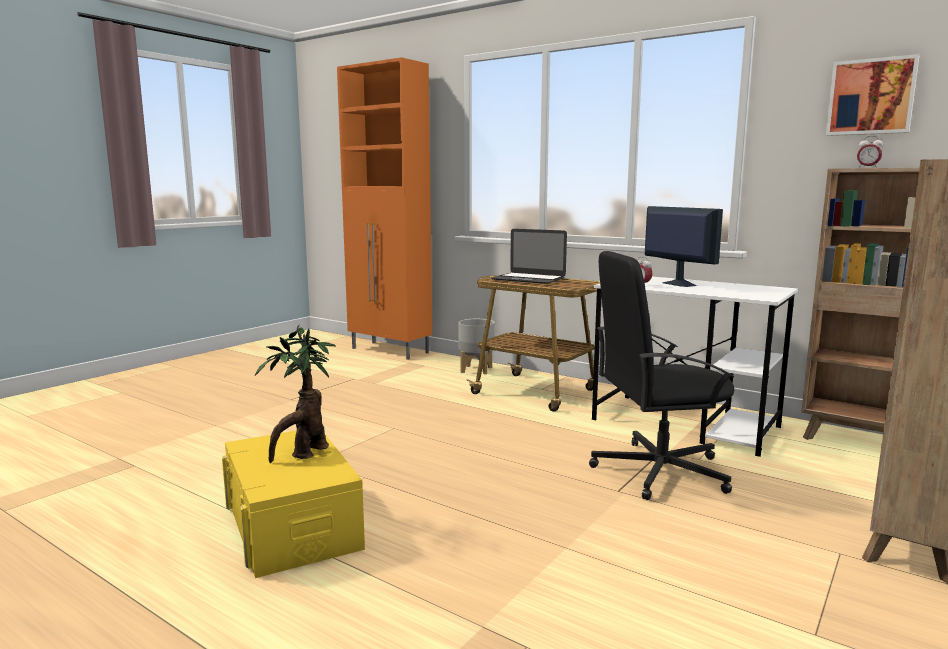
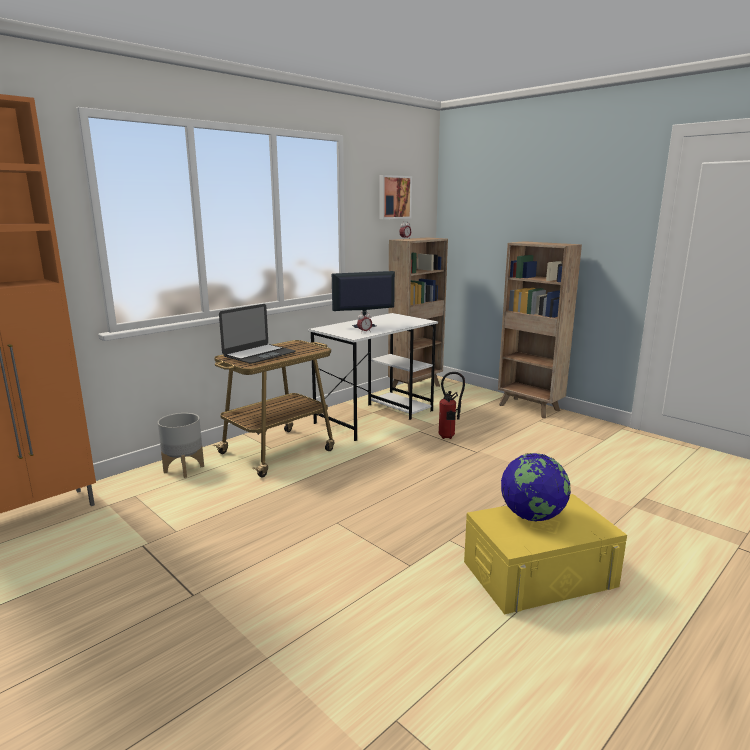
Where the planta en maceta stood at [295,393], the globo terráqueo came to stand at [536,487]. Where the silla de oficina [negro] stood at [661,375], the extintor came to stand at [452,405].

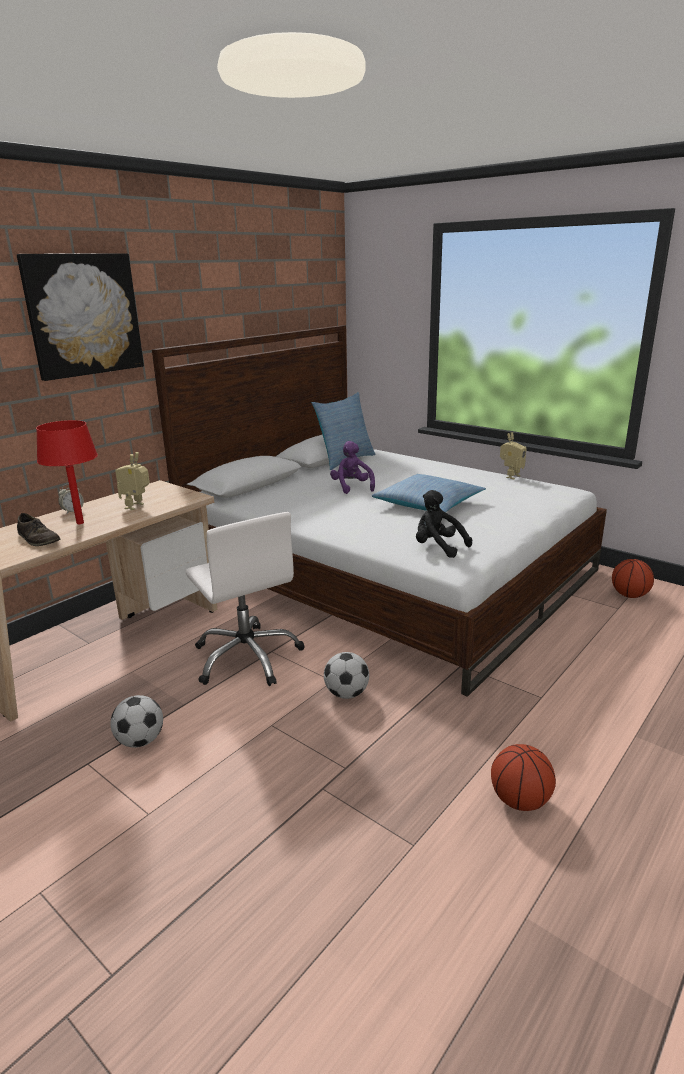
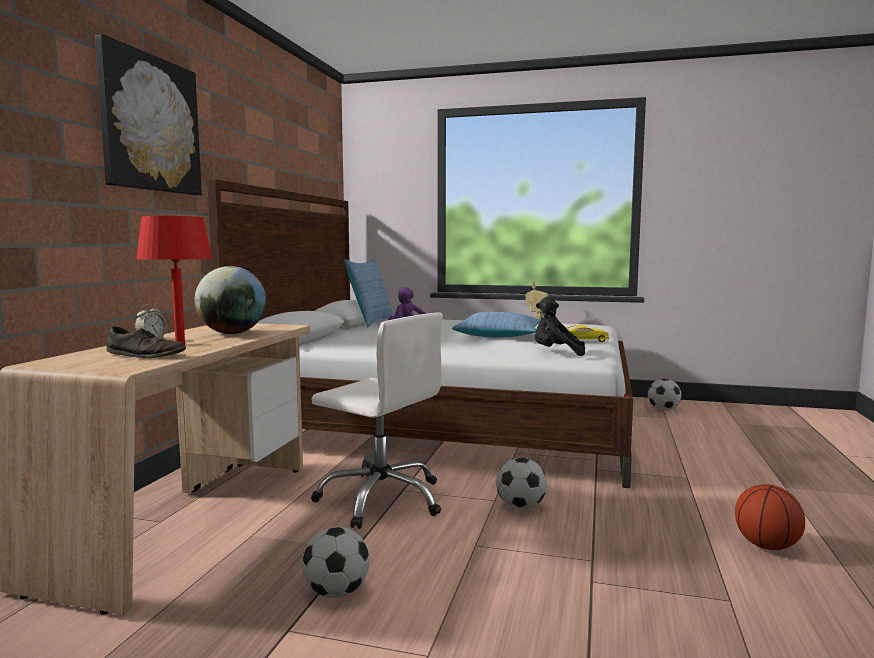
The second view gained the coche de juguete [amarillo] at [587,333]. Where the robot de juguete stood at [132,481], the globo terráqueo came to stand at [230,300]. Where the balón de baloncesto stood at [633,578], the balón de fútbol came to stand at [664,394].

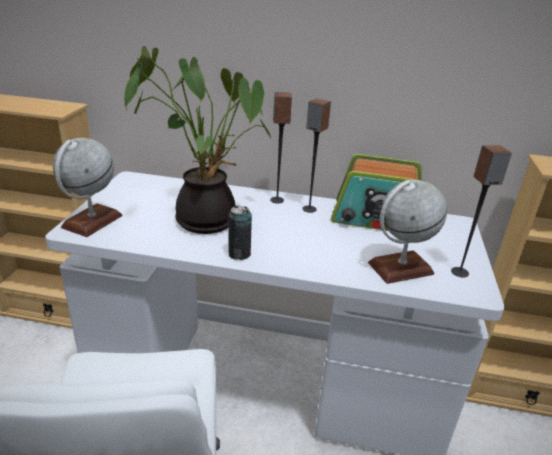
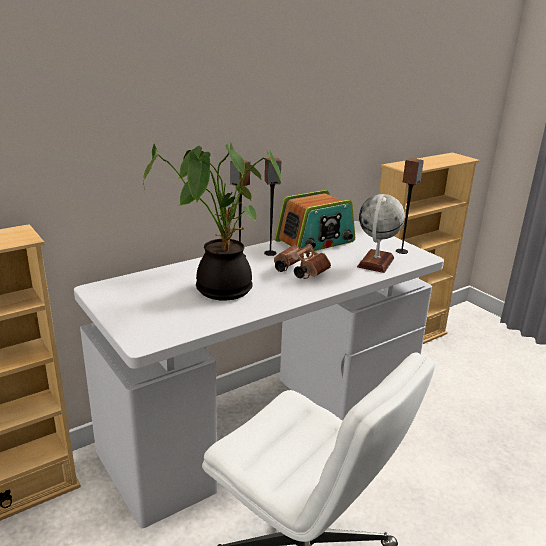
The second view lost the globo terráqueo at [87,187]. The second view lost the lata at [240,232]. The second view gained the prismáticos [marrón] at [302,261].

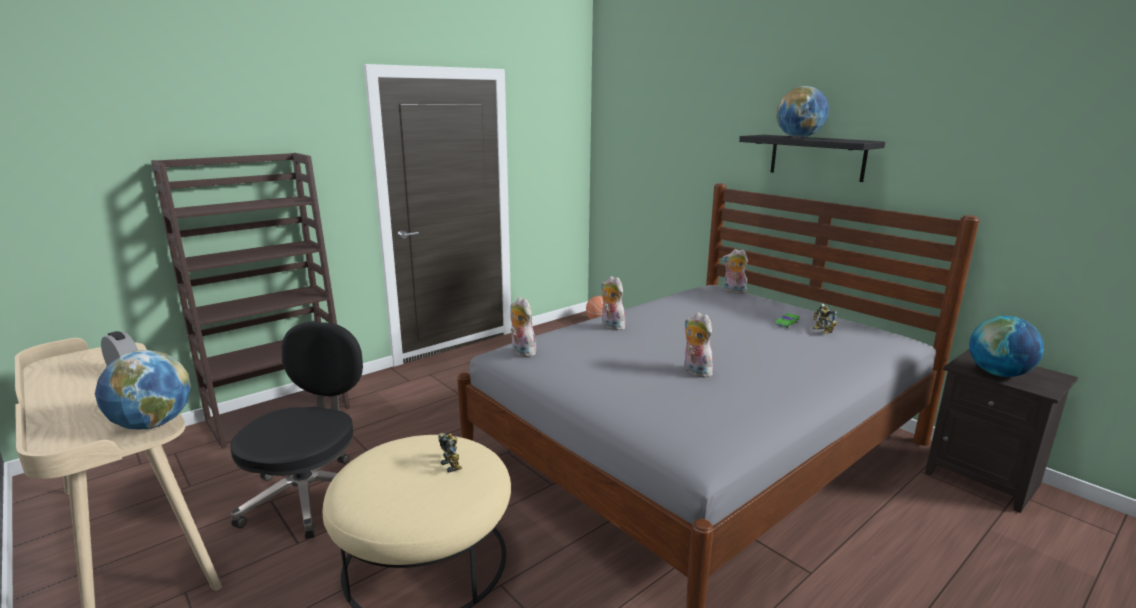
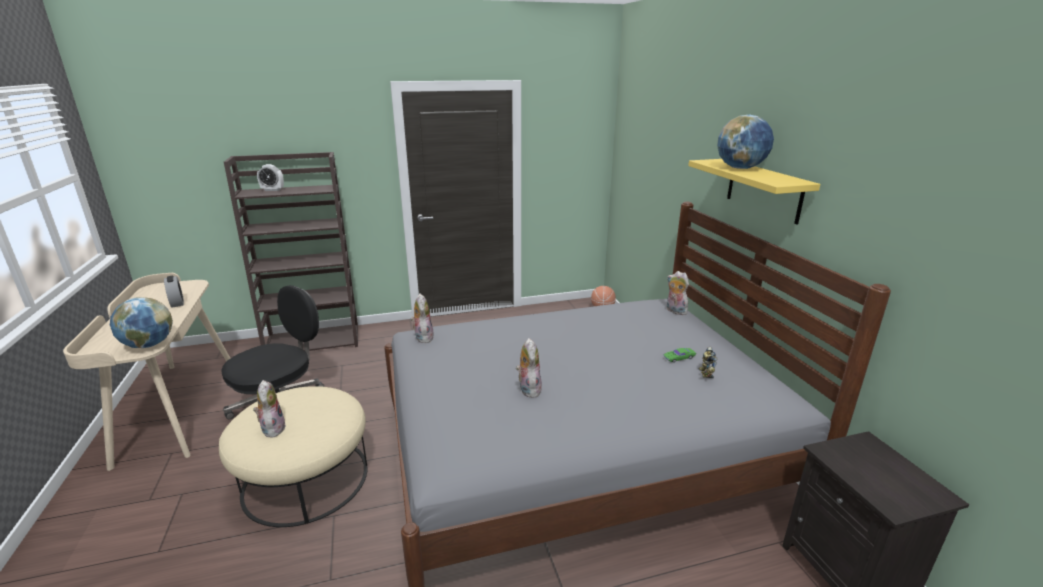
The second view lost the robot de juguete at [450,453]. The second view lost the globo terráqueo at [1006,346]. The second view gained the despertador at [270,177]. The peluche ended up elsewhere, having gone from [613,303] to [269,409]. What was the estante [negro] at [812,158] turned into the estante [amarillo] at [754,191].

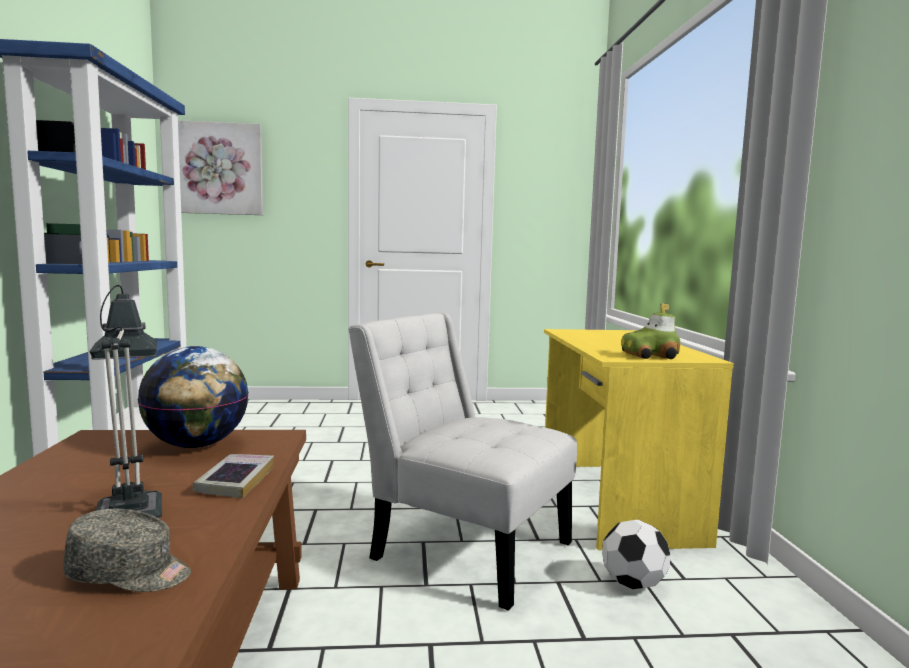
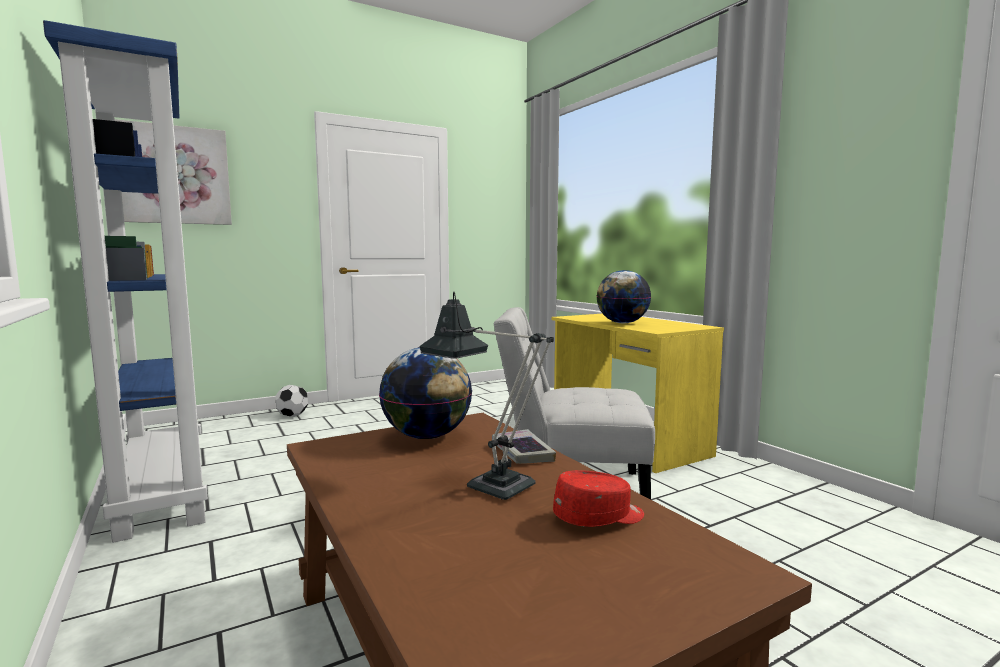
The second view lost the coche de juguete at [650,331]. The second view gained the globo terráqueo at [623,296]. The balón de fútbol ended up elsewhere, having gone from [636,554] to [292,401]. What was the gorra [gris] at [127,550] turned into the gorra [rojo] at [598,498].

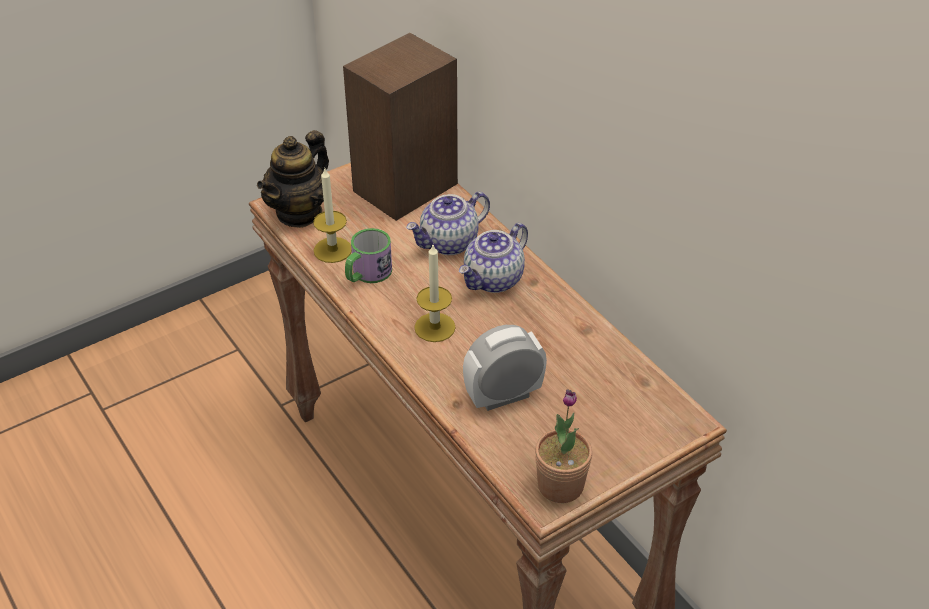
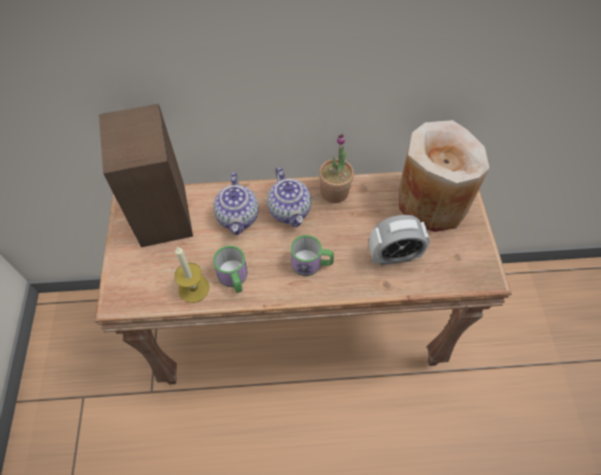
The second view lost the tetera at [293,179]. The second view gained the florero [beis] at [443,176]. The planta en maceta ended up elsewhere, having gone from [563,446] to [336,168]. Where the vela stood at [435,293], the taza grande came to stand at [312,255]. The despertador at [505,368] ended up facing another way, 105 degrees counterclockwise from before.

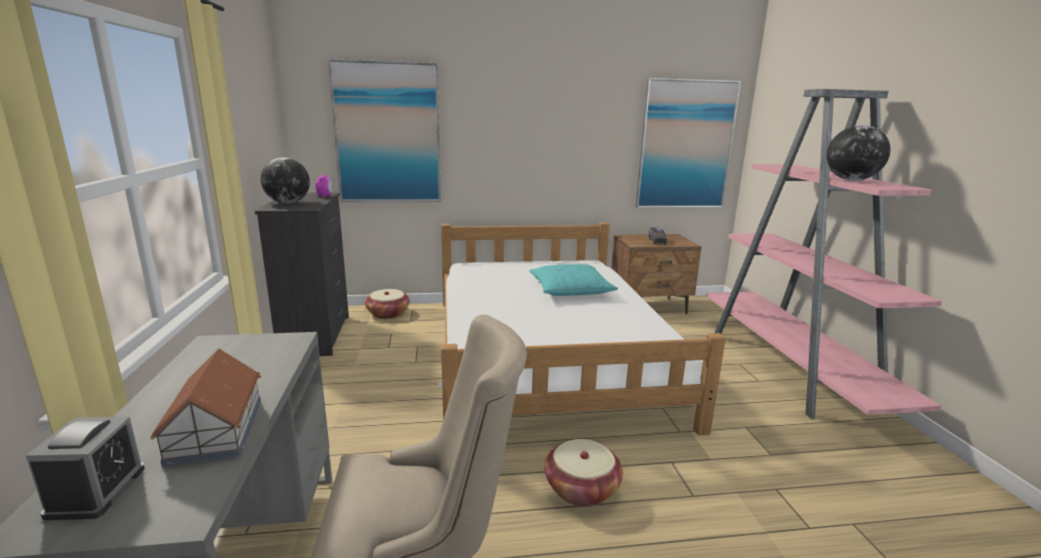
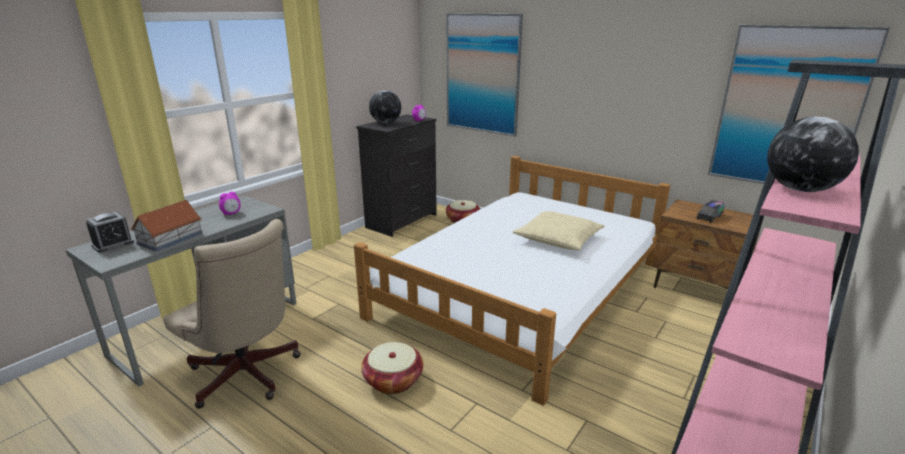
The second view gained the despertador at [230,203]. What was the cojín [turquesa] at [573,280] turned into the cojín [beis] at [559,230].

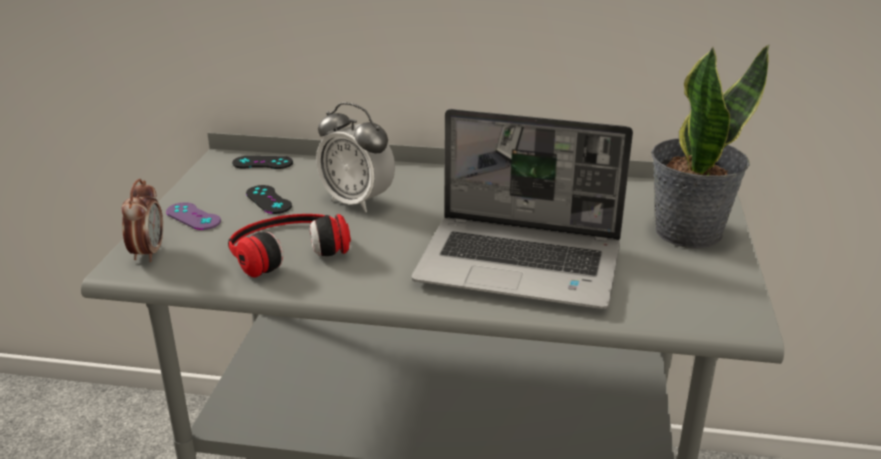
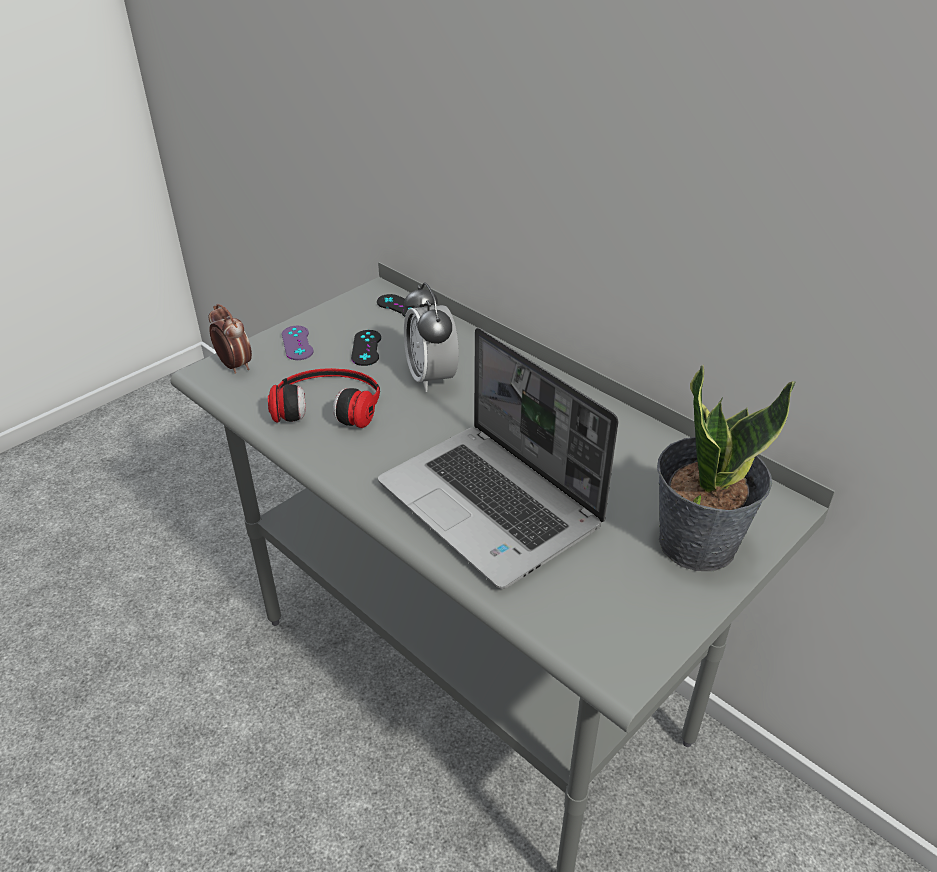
The despertador at [142,220] ended up facing another way, 75 degrees counterclockwise from before.

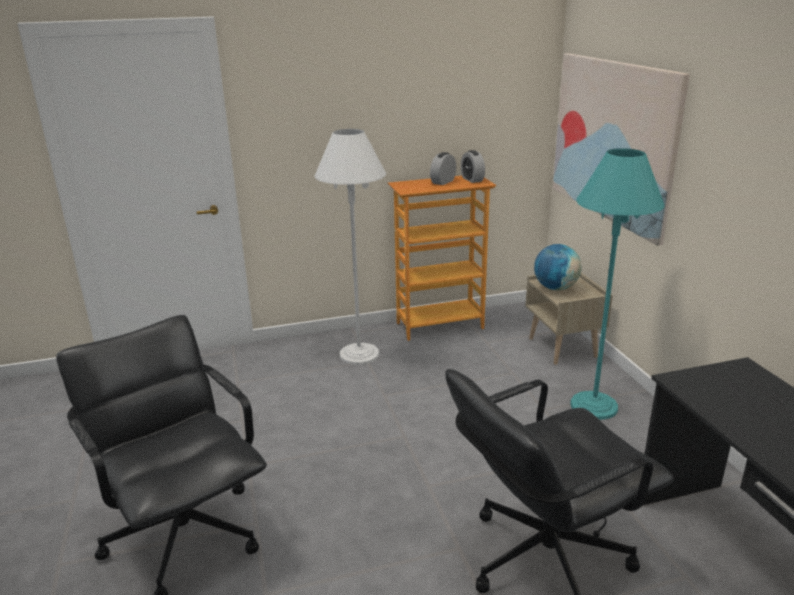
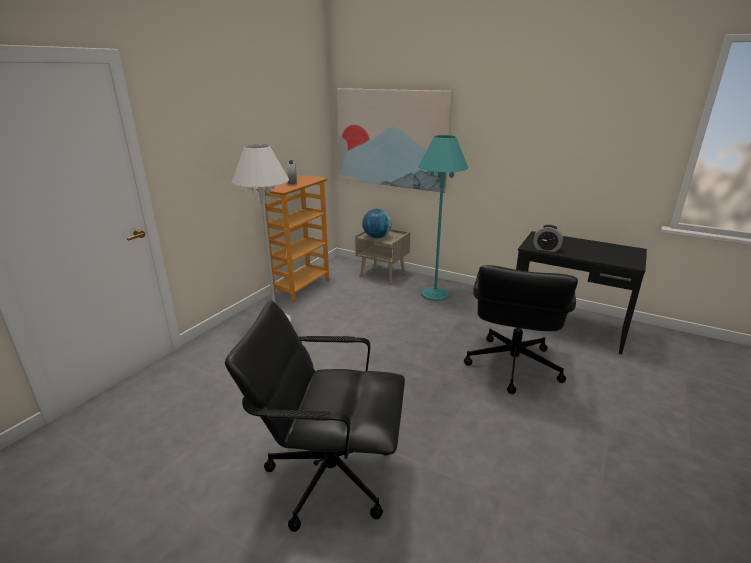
The despertador ended up elsewhere, having gone from [473,166] to [548,238].

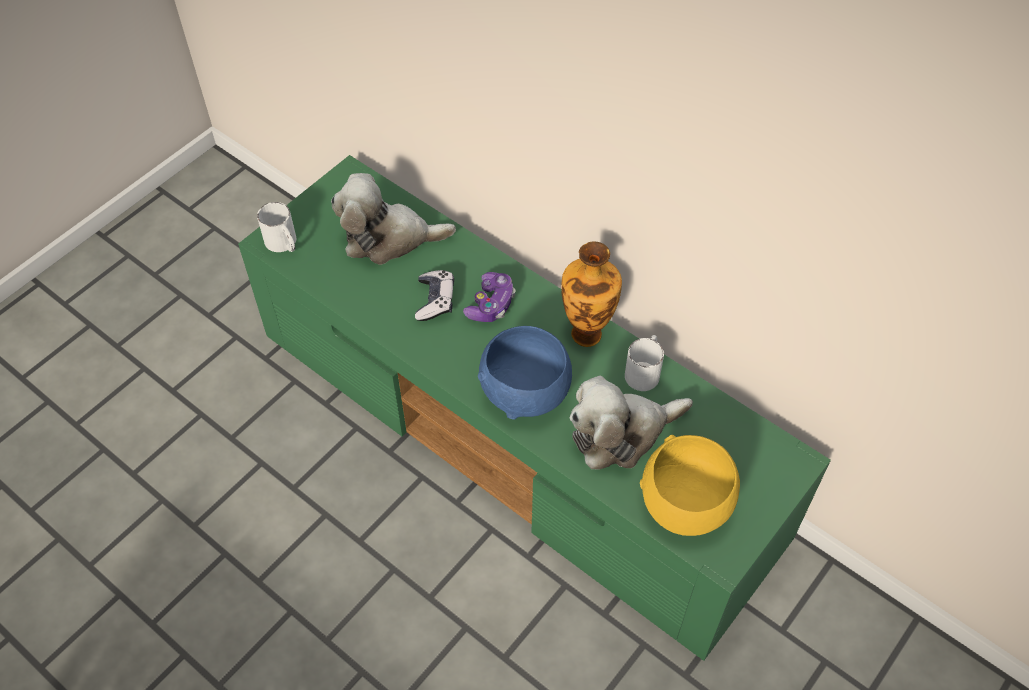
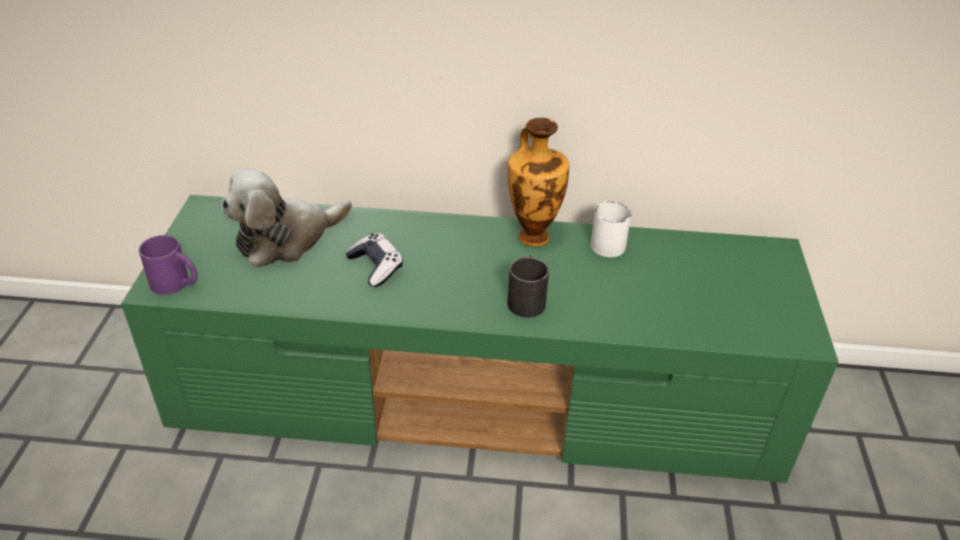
The second view lost the mando de consola at [489,297]. The second view lost the peluche at [631,423]. The second view lost the cuenco [amarillo] at [690,485]. Where the cuenco [azul] stood at [525,373], the taza grande [negro] came to stand at [528,287]. What was the taza grande [blanco] at [276,227] turned into the taza grande [morado] at [168,265].

